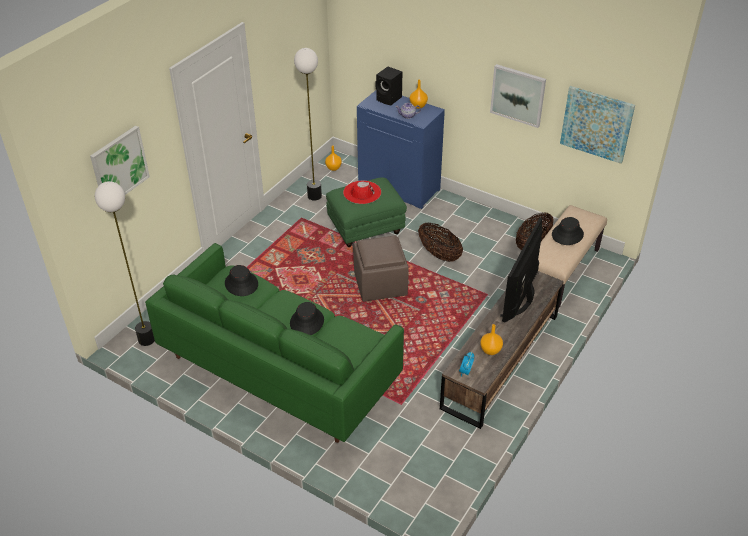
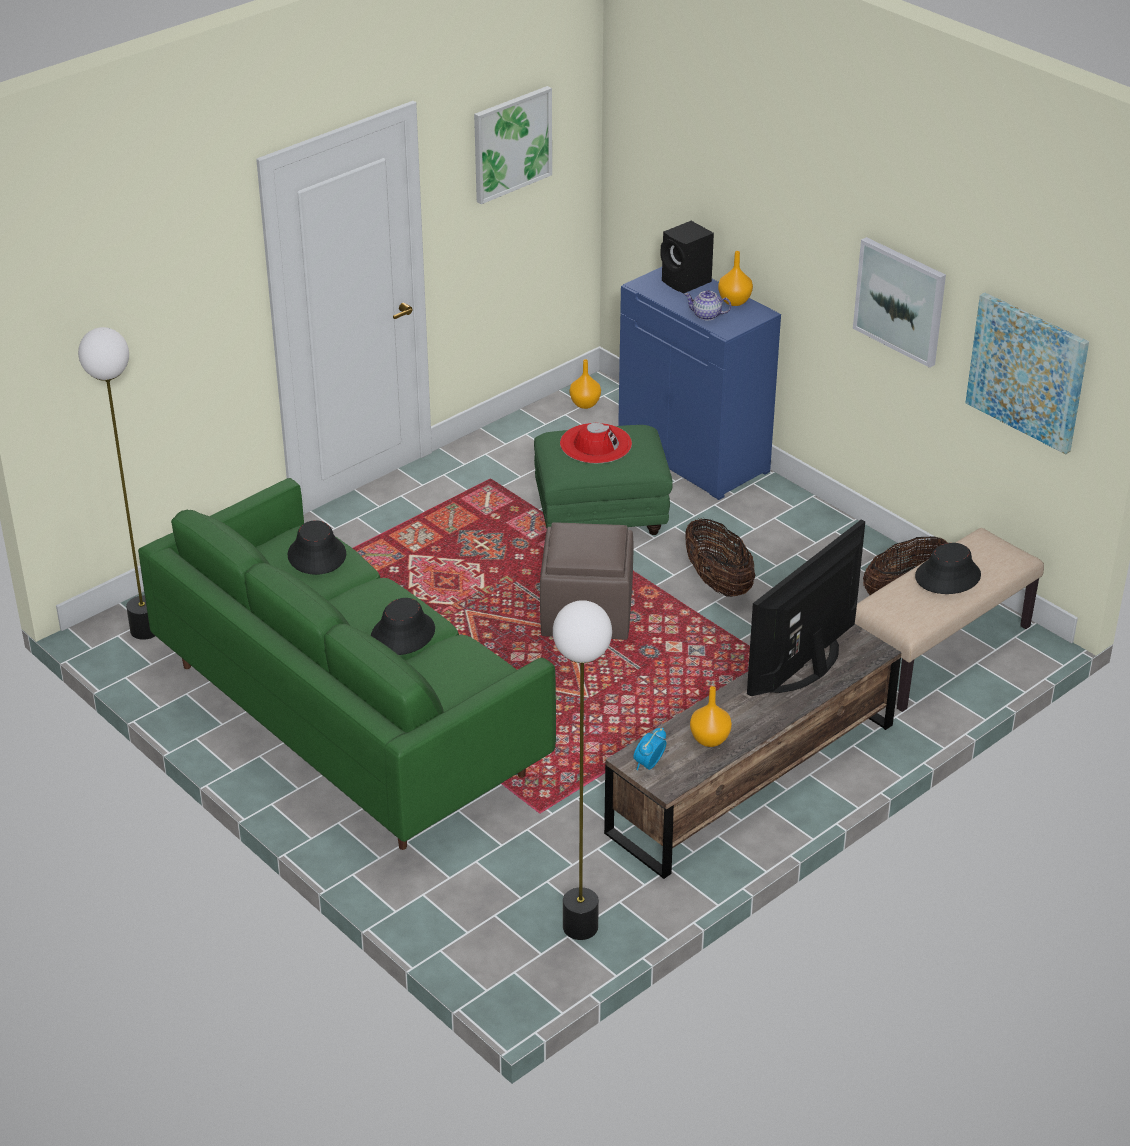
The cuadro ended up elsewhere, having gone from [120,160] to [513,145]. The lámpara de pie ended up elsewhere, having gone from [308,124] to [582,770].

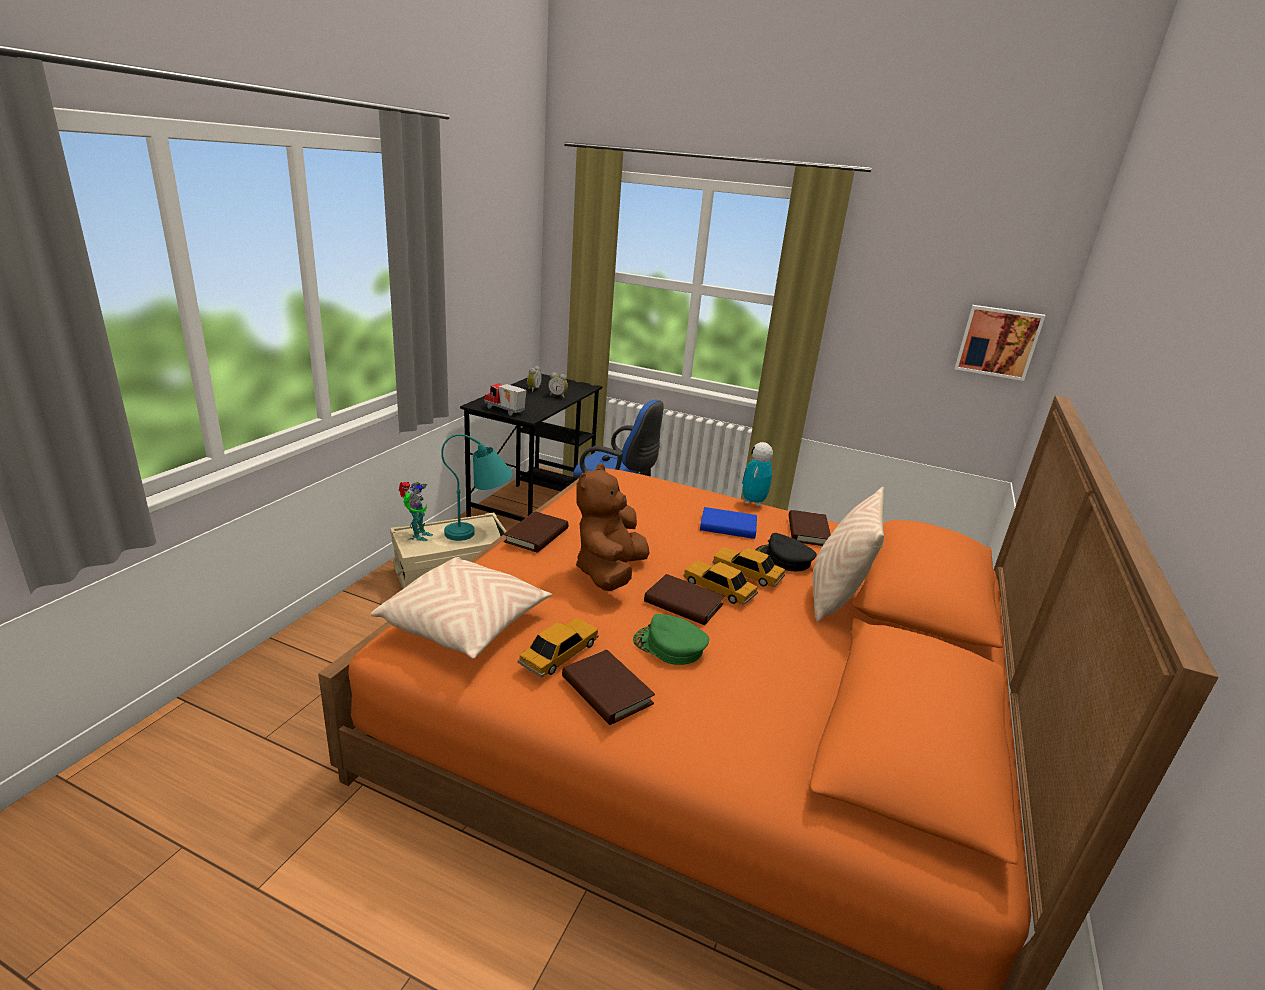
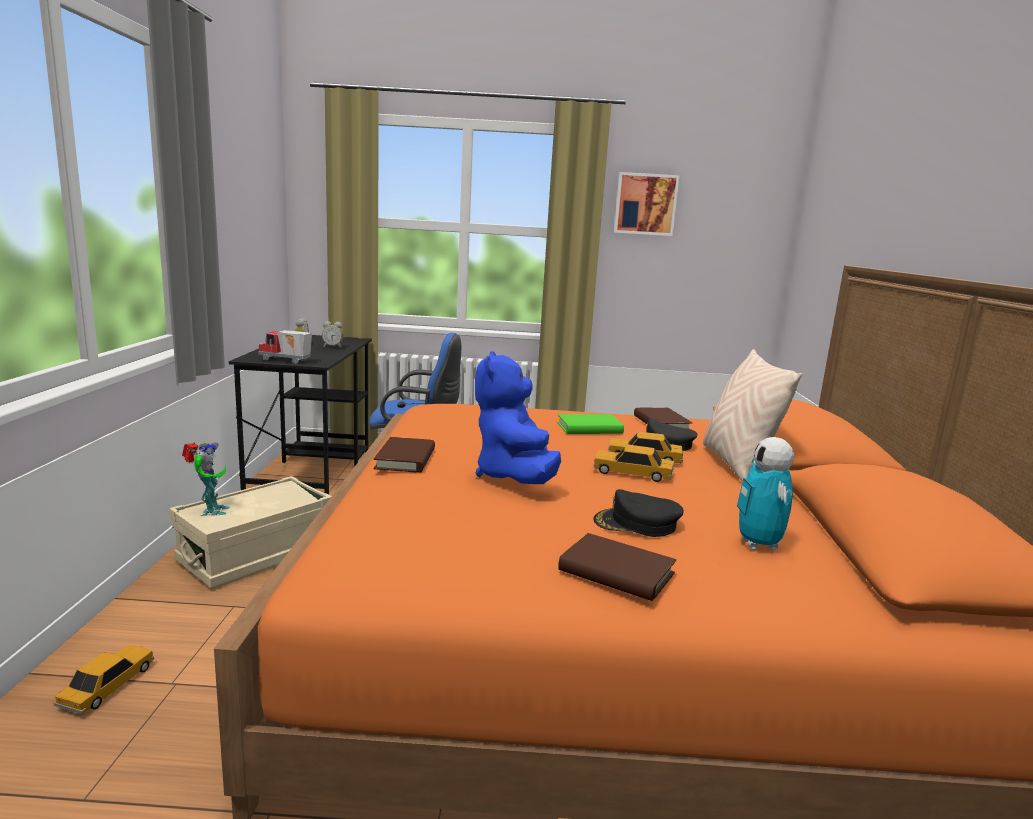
The second view lost the cojín [beis] at [461,608]. The second view lost the lámpara de mesa [turquesa] at [477,487]. The second view lost the libro [marrón] at [684,599]. The coche de juguete ended up elsewhere, having gone from [557,648] to [103,679]. The robot de juguete ended up elsewhere, having gone from [757,474] to [765,494]. The cuadro ended up elsewhere, having gone from [1000,343] to [647,204]. What was the peluche [marrón] at [612,527] turned into the peluche [azul] at [518,417]. What was the gorra [verde] at [671,639] turned into the gorra [negro] at [638,513]. What was the libro [azul] at [728,523] turned into the libro [verde] at [590,424].

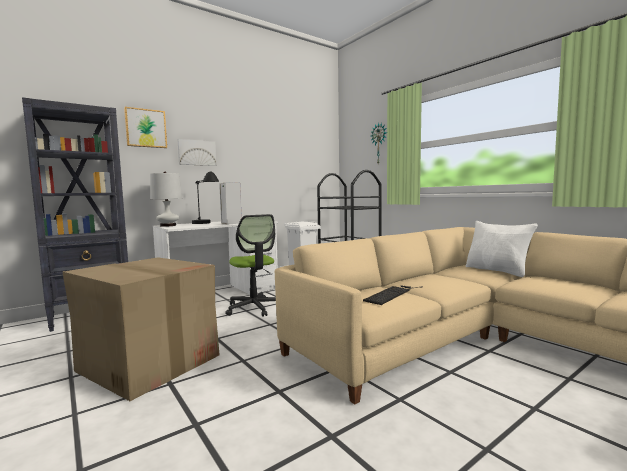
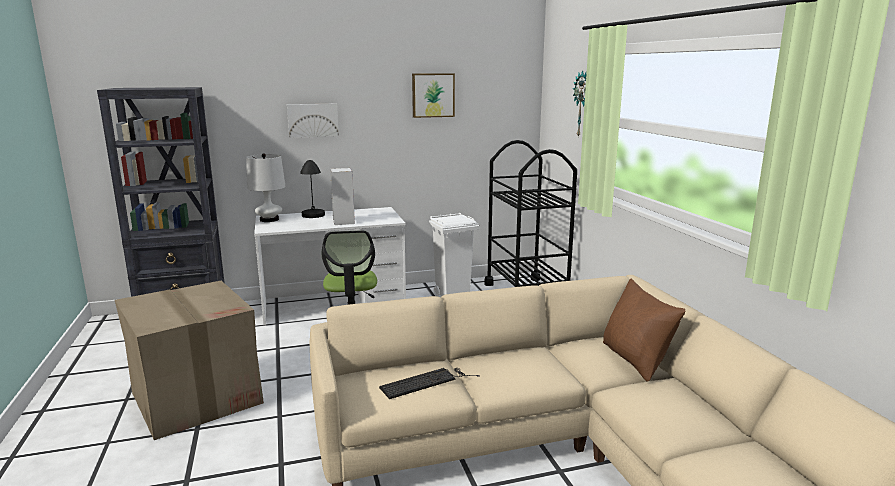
The cuadro ended up elsewhere, having gone from [145,127] to [433,95]. What was the cojín [blanco] at [502,249] turned into the cojín [marrón] at [644,330].

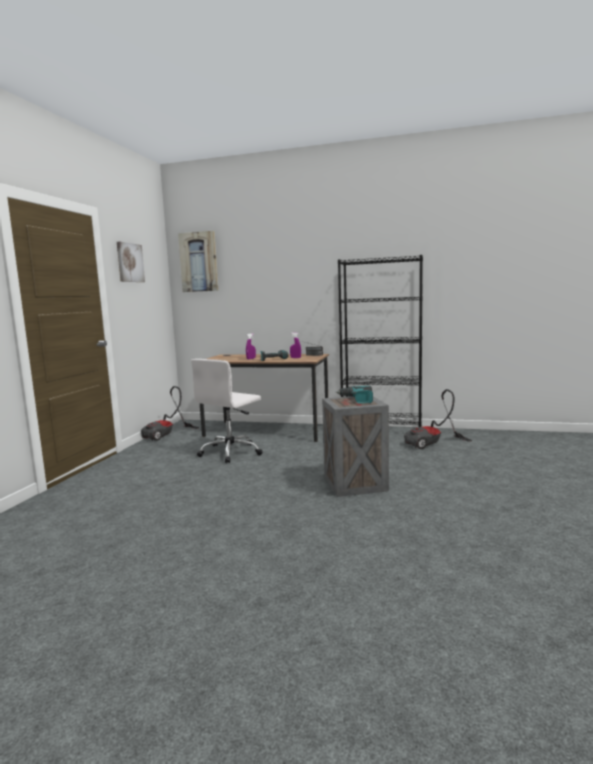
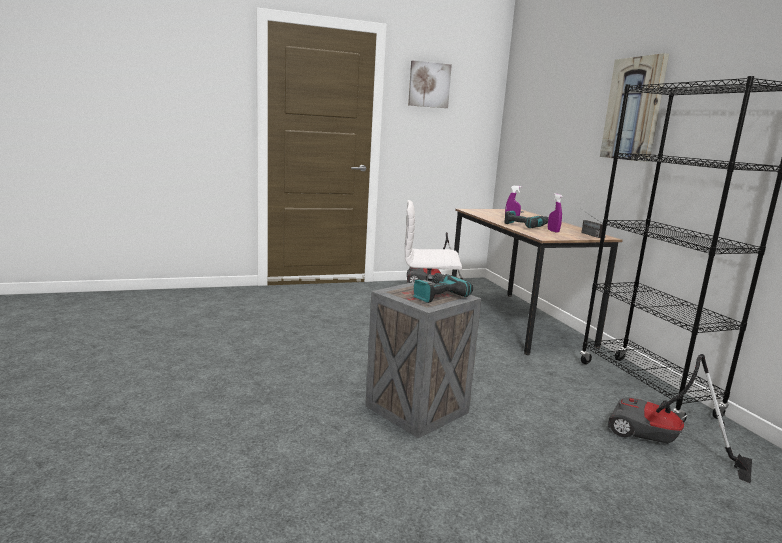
The cuadro ended up elsewhere, having gone from [198,261] to [634,107].

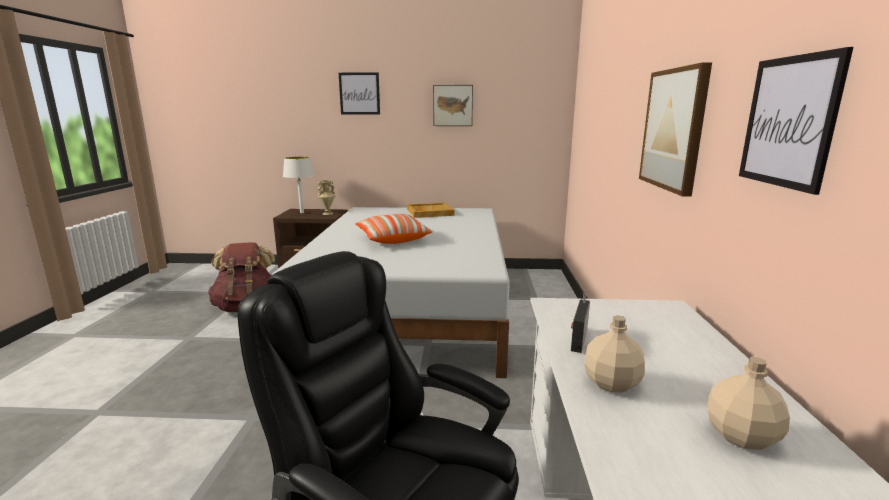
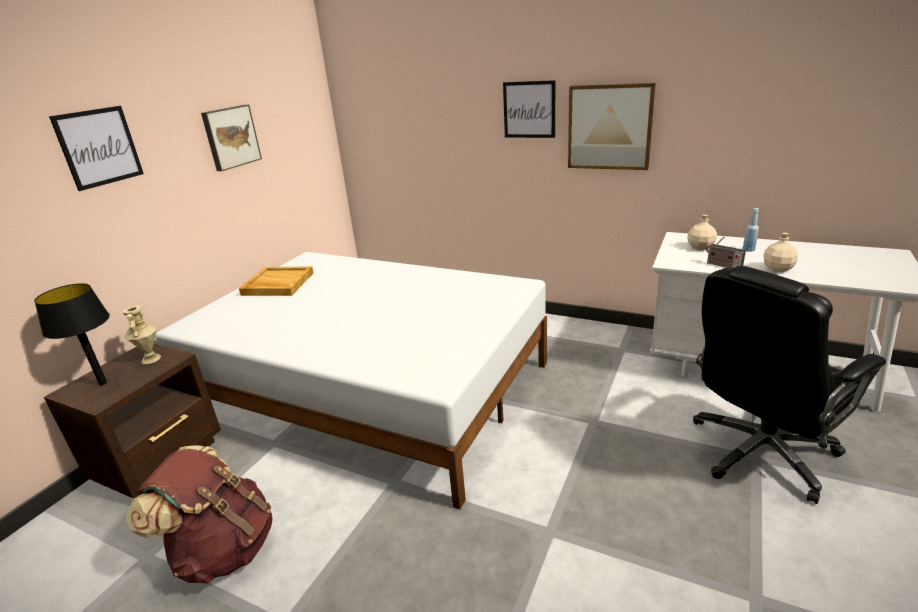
The second view lost the cojín at [394,229]. The second view gained the botella [azul] at [751,230]. The botella [beis] ended up elsewhere, having gone from [749,403] to [702,232]. The cuadro ended up elsewhere, having gone from [796,121] to [529,109]. What was the lámpara de mesa [blanco] at [299,185] turned into the lámpara de mesa [negro] at [72,334].

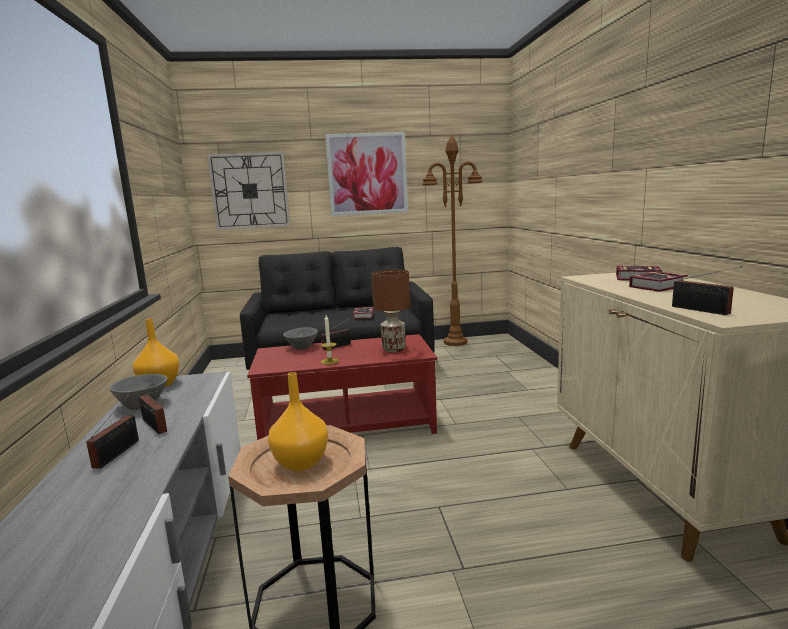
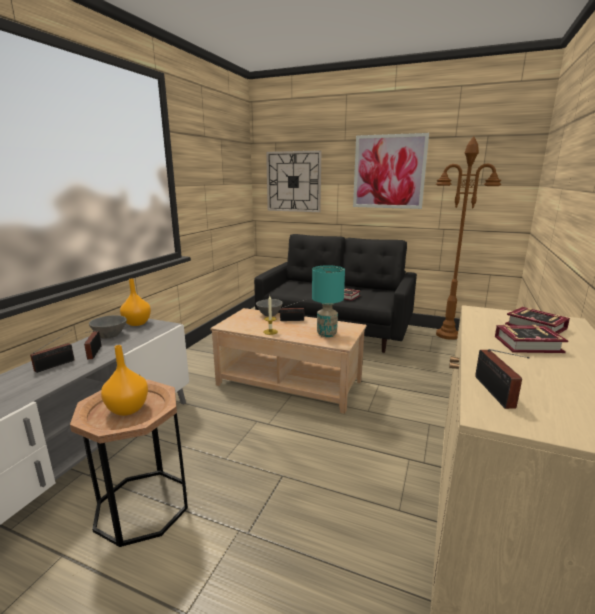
What was the mesa de centro [rojo] at [342,387] turned into the mesa de centro [beis] at [288,361]. What was the lámpara de mesa [marrón] at [390,311] turned into the lámpara de mesa [turquesa] at [328,301].

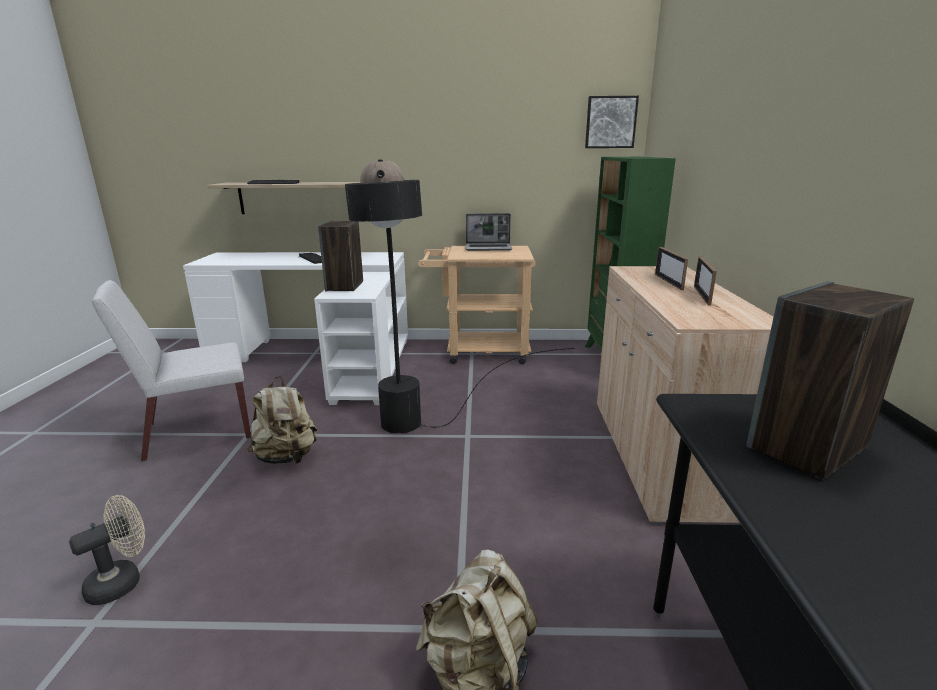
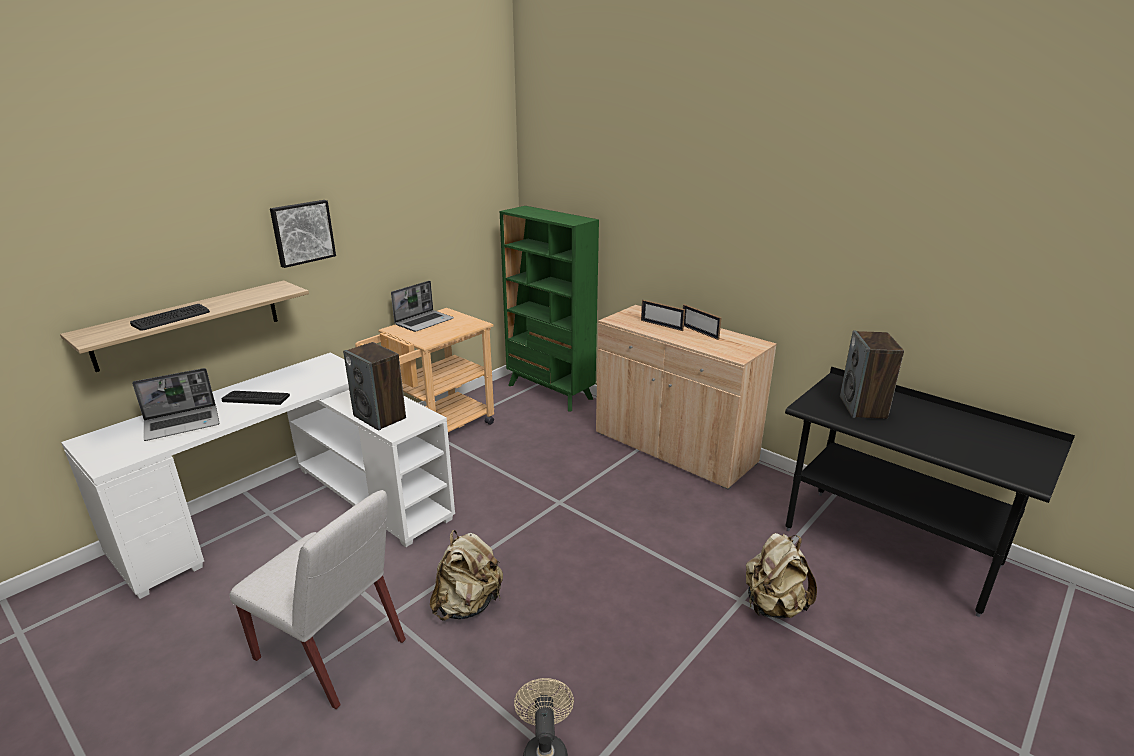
The second view lost the lámpara de pie [negro] at [460,296]. The second view gained the portátil at [176,404]. The cuadro ended up elsewhere, having gone from [612,122] to [303,234]. The silla [blanco] at [171,371] ended up facing another way, 75 degrees counterclockwise from before.

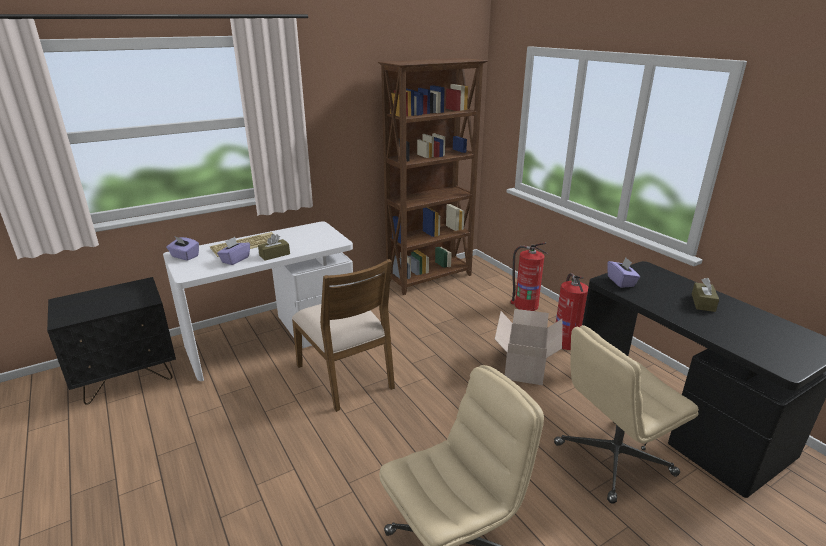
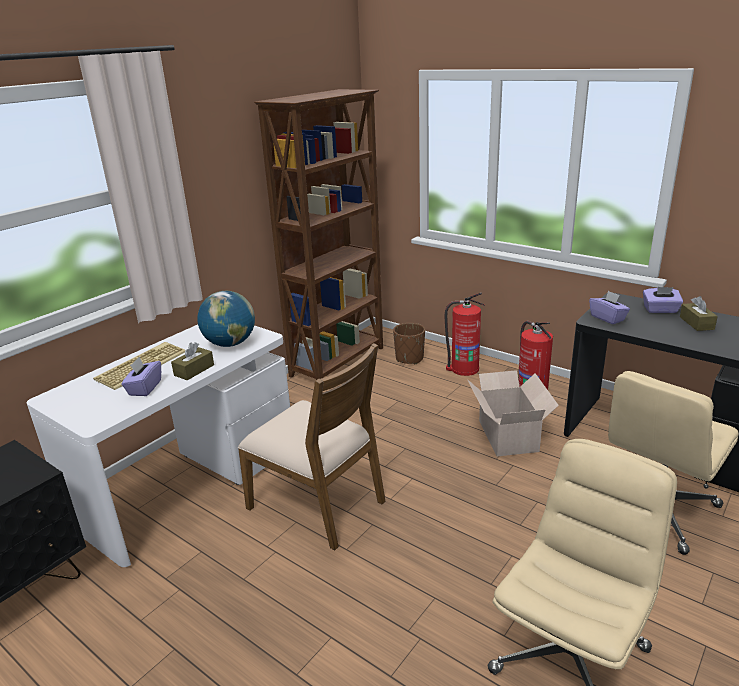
The second view gained the globo terráqueo at [226,319]. The second view gained the maceta [marrón] at [409,343]. The caja de pañuelos [morado] ended up elsewhere, having gone from [182,248] to [663,300].

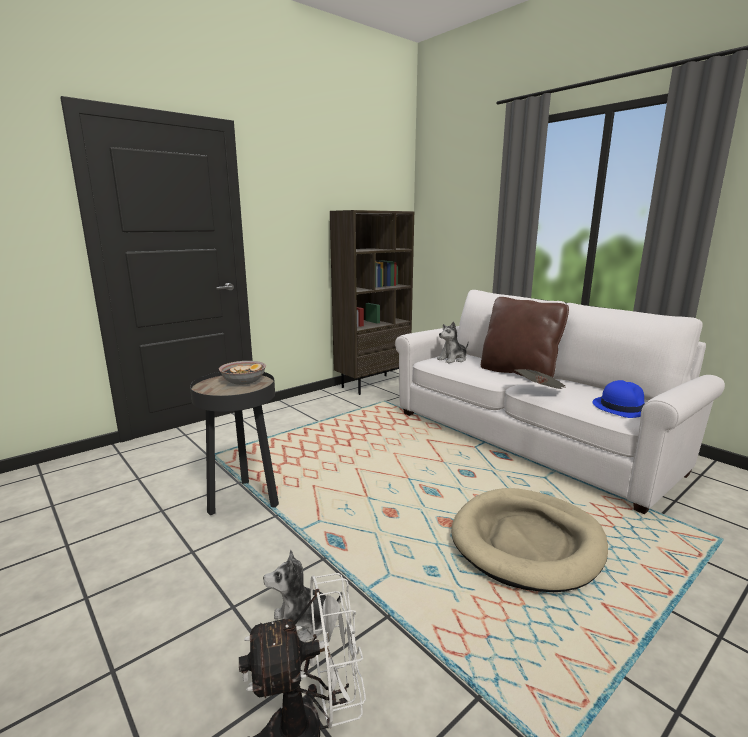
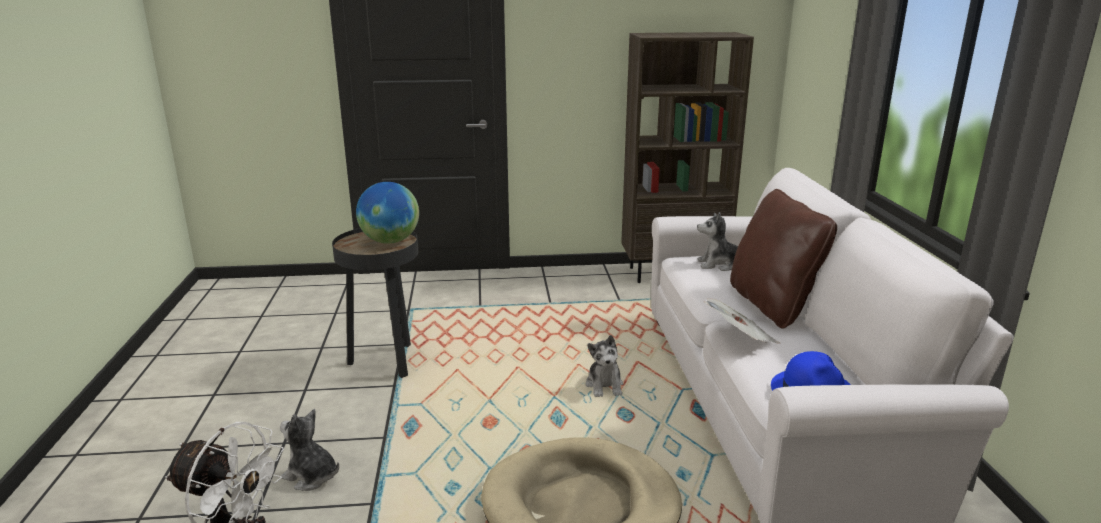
The second view gained the peluche at [604,366]. Where the cuenco stood at [242,373], the globo terráqueo came to stand at [387,213].

